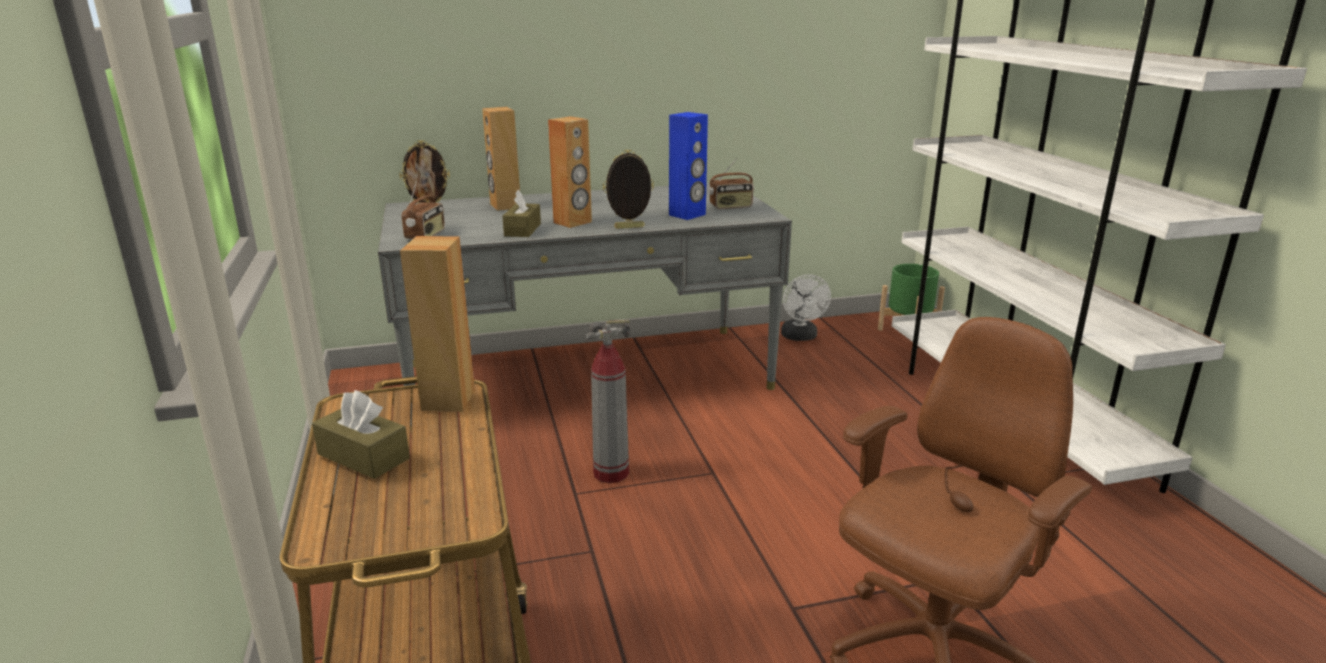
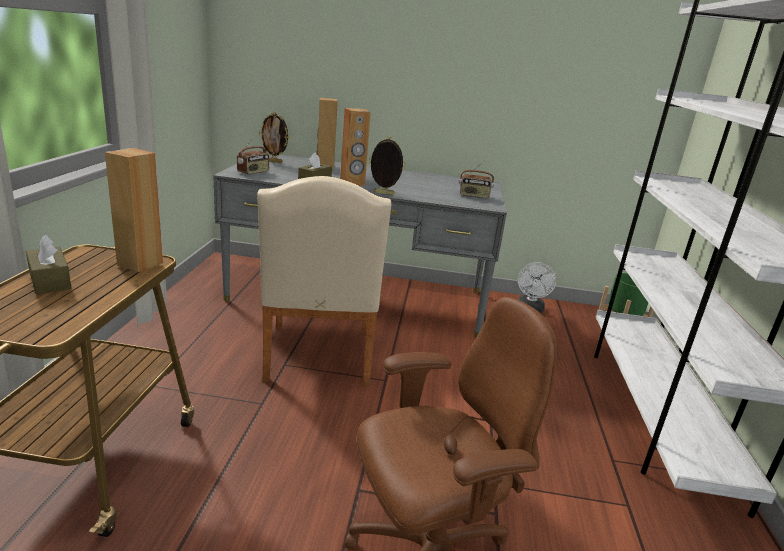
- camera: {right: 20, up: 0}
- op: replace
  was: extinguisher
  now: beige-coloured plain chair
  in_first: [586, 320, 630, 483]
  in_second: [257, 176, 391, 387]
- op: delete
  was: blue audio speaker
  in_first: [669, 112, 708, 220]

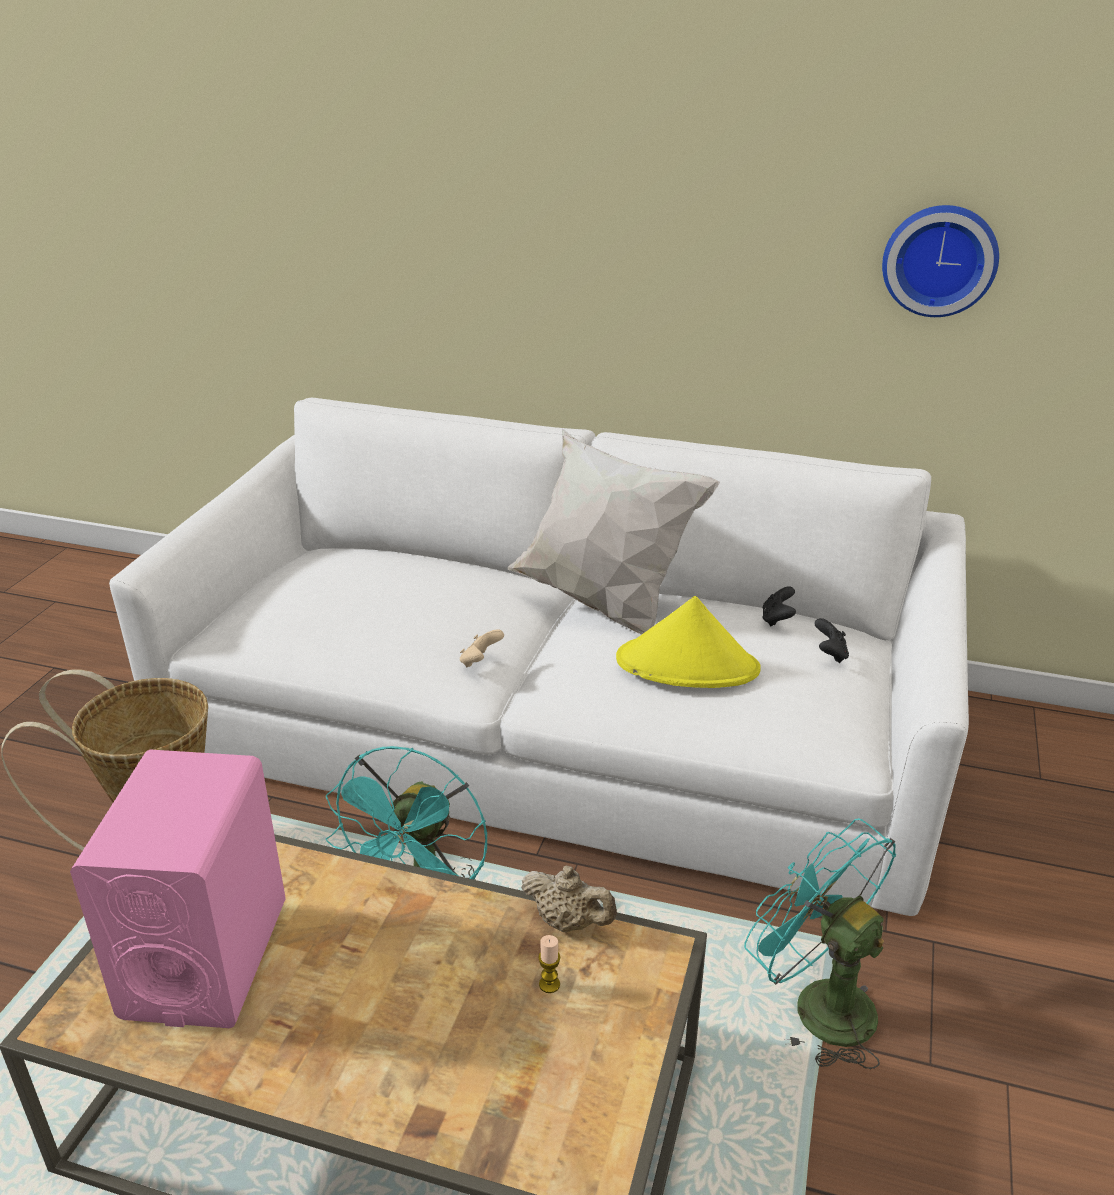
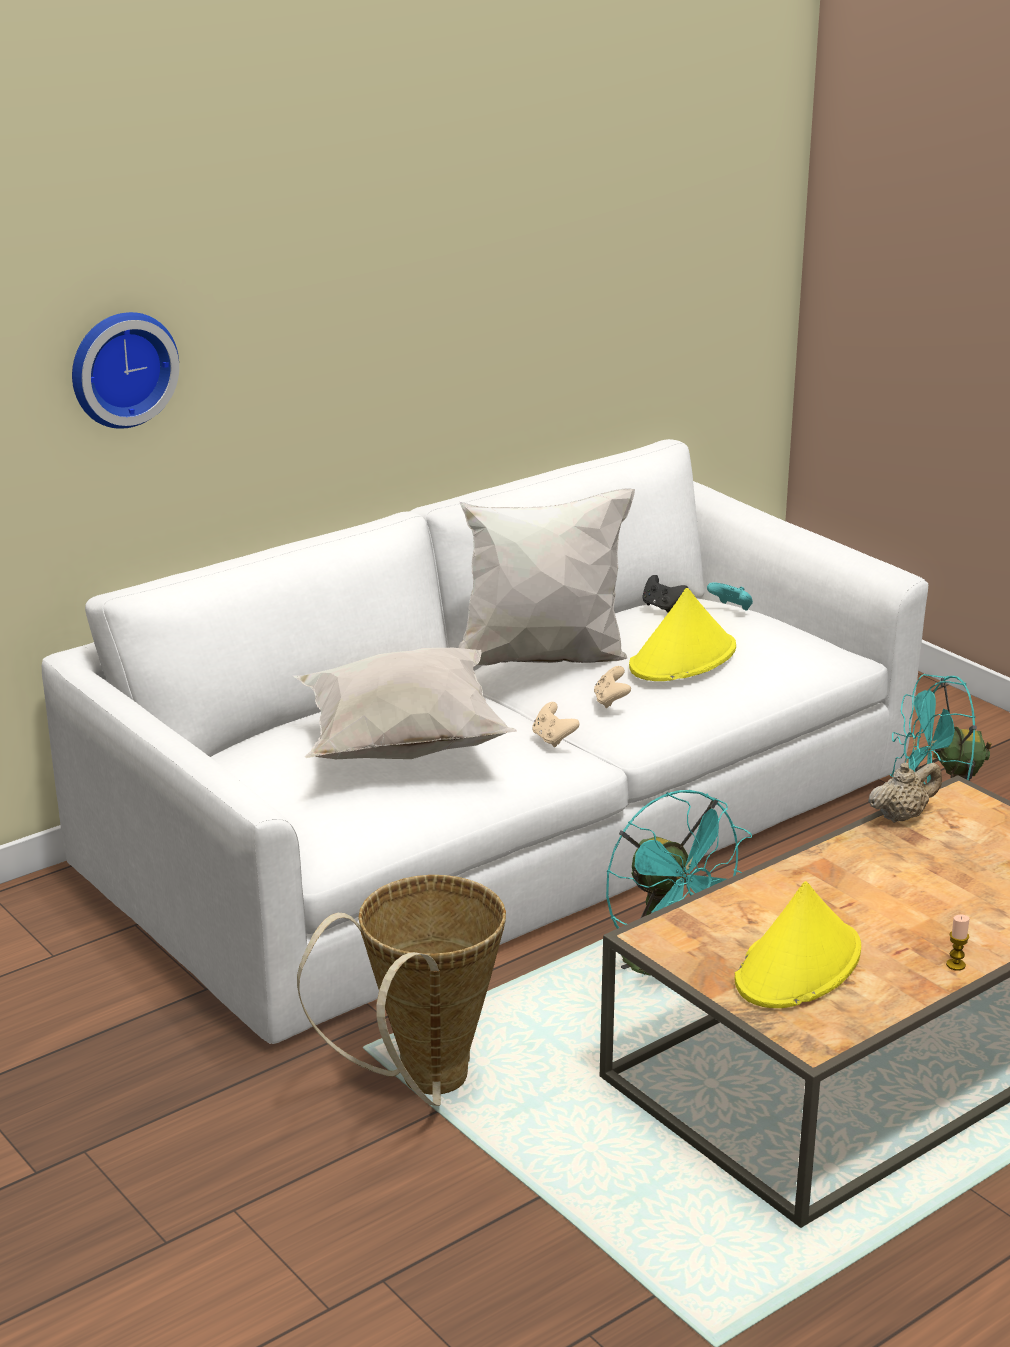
- camera: {right: -55, up: -5}
- op: move
  was: wall clock
  in_first: [882, 205, 999, 317]
  in_second: [72, 312, 179, 429]
- op: insert
  now: white pillow
  in_second: [293, 648, 517, 759]
- op: insert
  now: beige-coloured gamepad
  in_second: [594, 666, 631, 708]
- op: recolor
  was: blackish gamepad
  now: blue-green gamepad
  in_first: [815, 618, 849, 663]
  in_second: [707, 582, 753, 610]
- op: replace
  was: pink audio speaker
  now: yellow wearable hat
  in_first: [70, 750, 286, 1028]
  in_second: [735, 881, 861, 1008]
- op: move
  was: wax light
  in_first: [538, 935, 560, 993]
  in_second: [946, 915, 970, 970]

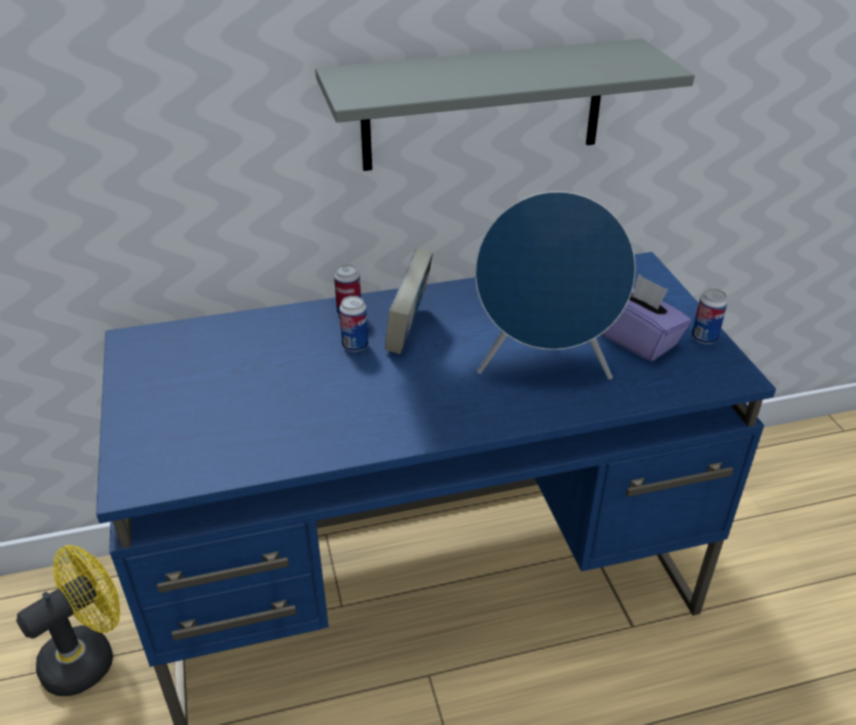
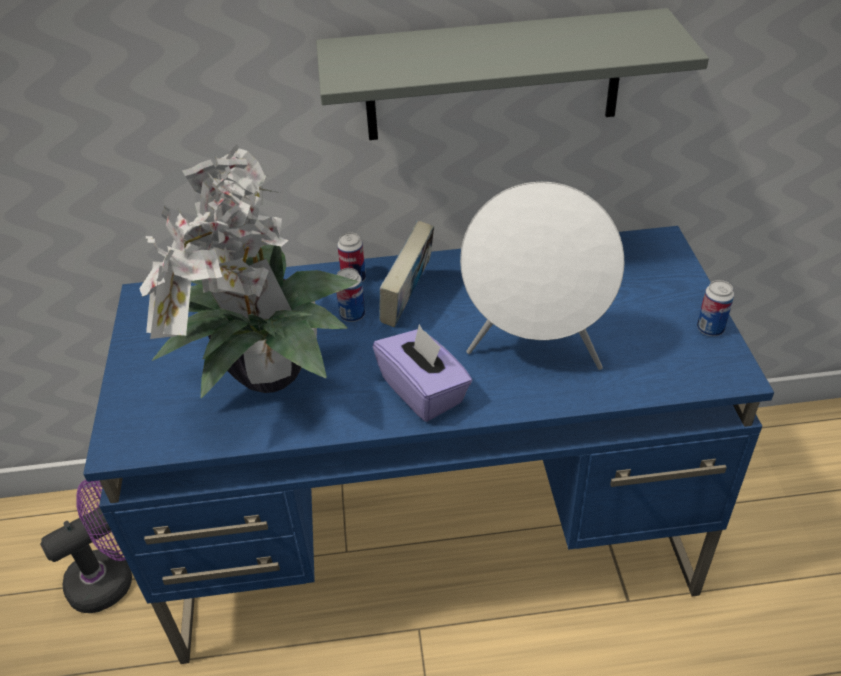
- camera: {right: 10, up: 5}
- op: recolor
  was: yellow fan
  now: purple fan
  in_first: [16, 545, 120, 696]
  in_second: [40, 479, 132, 613]
- op: insert
  now: plant in a pot
  in_second: [139, 144, 358, 398]
- op: move
  was: purple tissue box
  in_first: [601, 274, 691, 362]
  in_second: [373, 324, 472, 422]
- op: recolor
  was: blue audio speaker
  now: white audio speaker
  in_first: [475, 191, 636, 380]
  in_second: [460, 182, 624, 370]

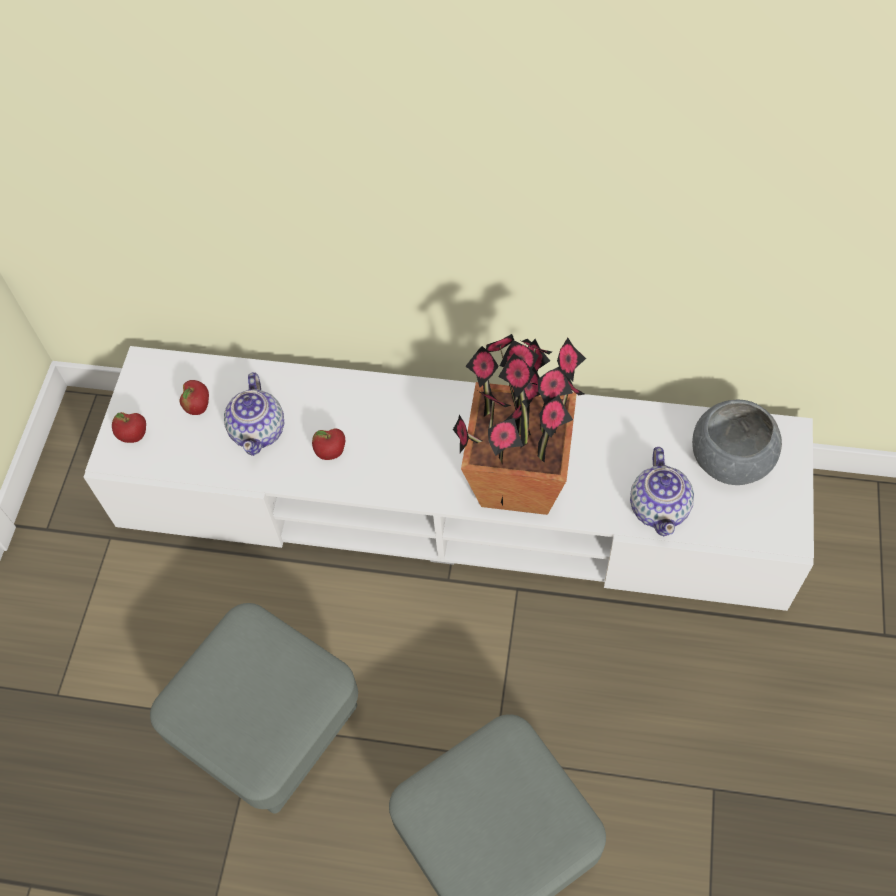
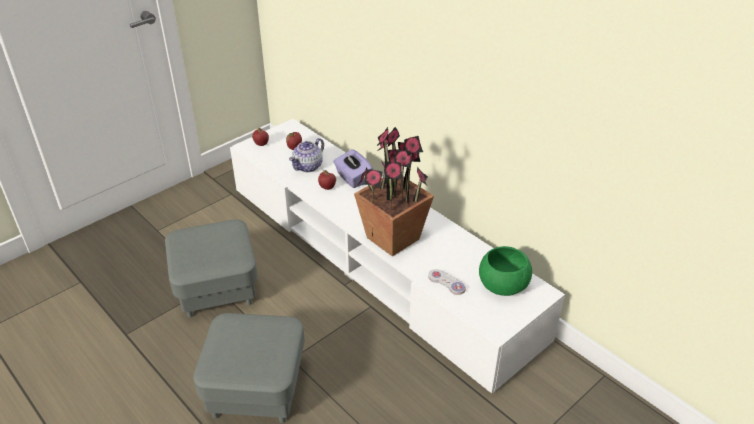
- camera: {right: 35, up: -20}
- op: insert
  now: purple tissue box
  in_second: [333, 149, 373, 188]
- op: replace
  was: teapot
  now: white gamepad
  in_first: [630, 447, 694, 536]
  in_second: [428, 269, 466, 295]
- op: recolor
  was: gray bowl
  now: green-coloured bowl
  in_first: [692, 399, 782, 485]
  in_second: [479, 246, 532, 296]

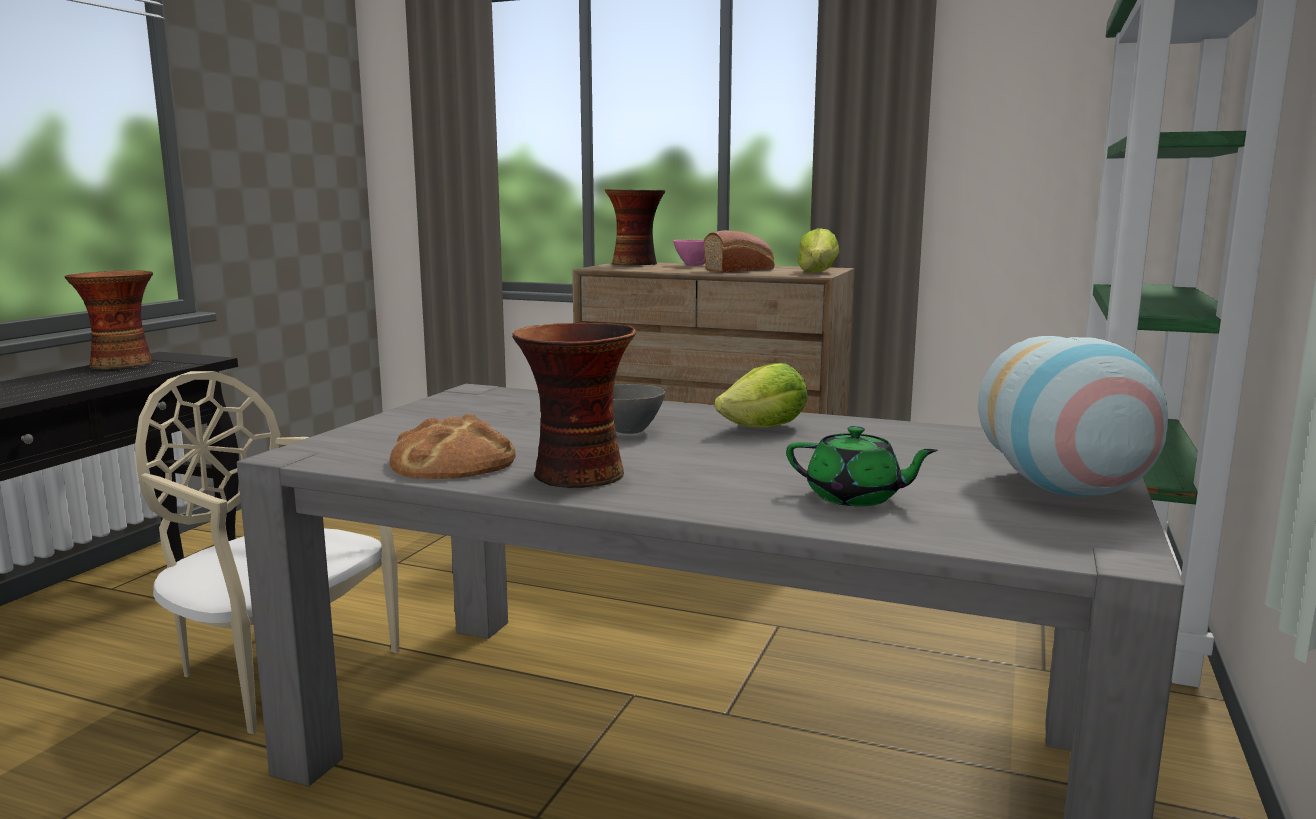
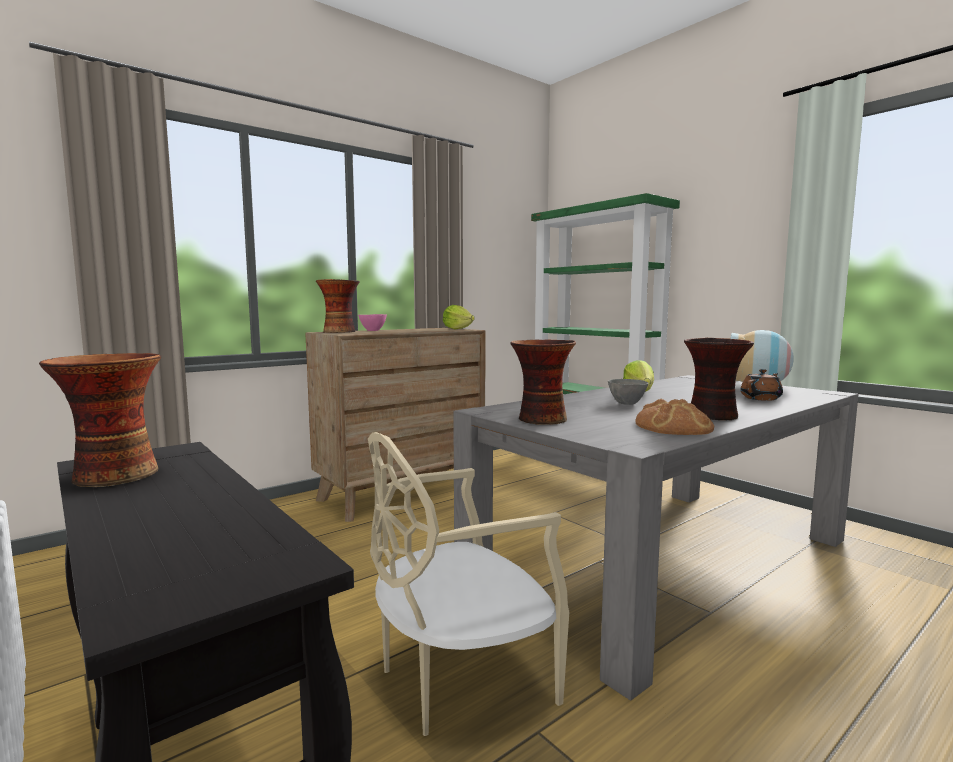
- camera: {right: -60, up: -5}
- op: insert
  now: flower vase
  in_second: [510, 340, 576, 425]
- op: recolor
  was: green-coloured teapot
  now: brown teapot
  in_first: [786, 426, 938, 506]
  in_second: [740, 369, 783, 401]
- op: delete
  was: baked bread
  in_first: [704, 230, 775, 272]

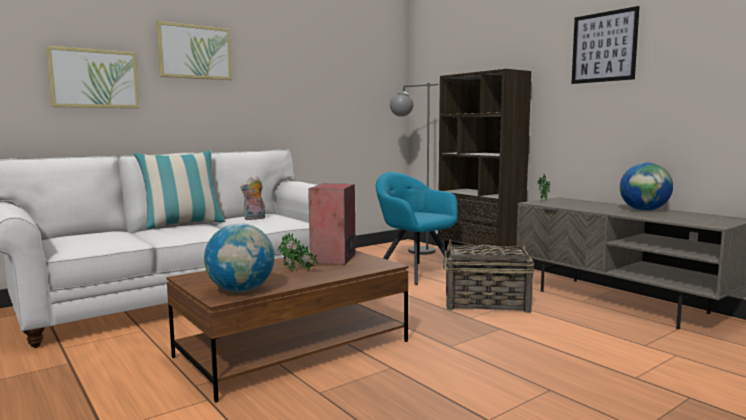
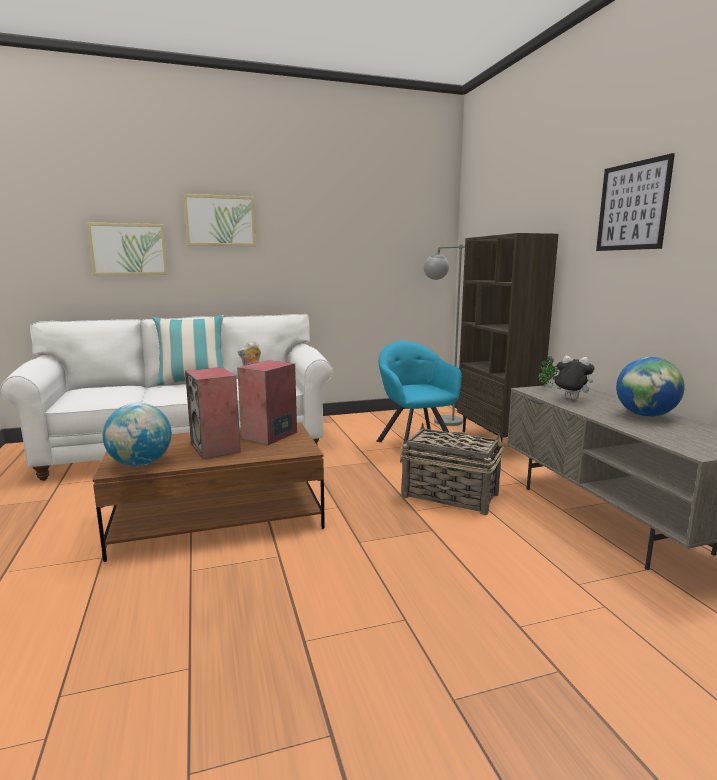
- camera: {right: 20, up: 5}
- op: replace
  was: plant in a pot
  now: audio speaker
  in_first: [278, 232, 318, 271]
  in_second: [185, 367, 241, 459]
- op: insert
  now: cuddly toy
  in_second: [550, 356, 594, 400]

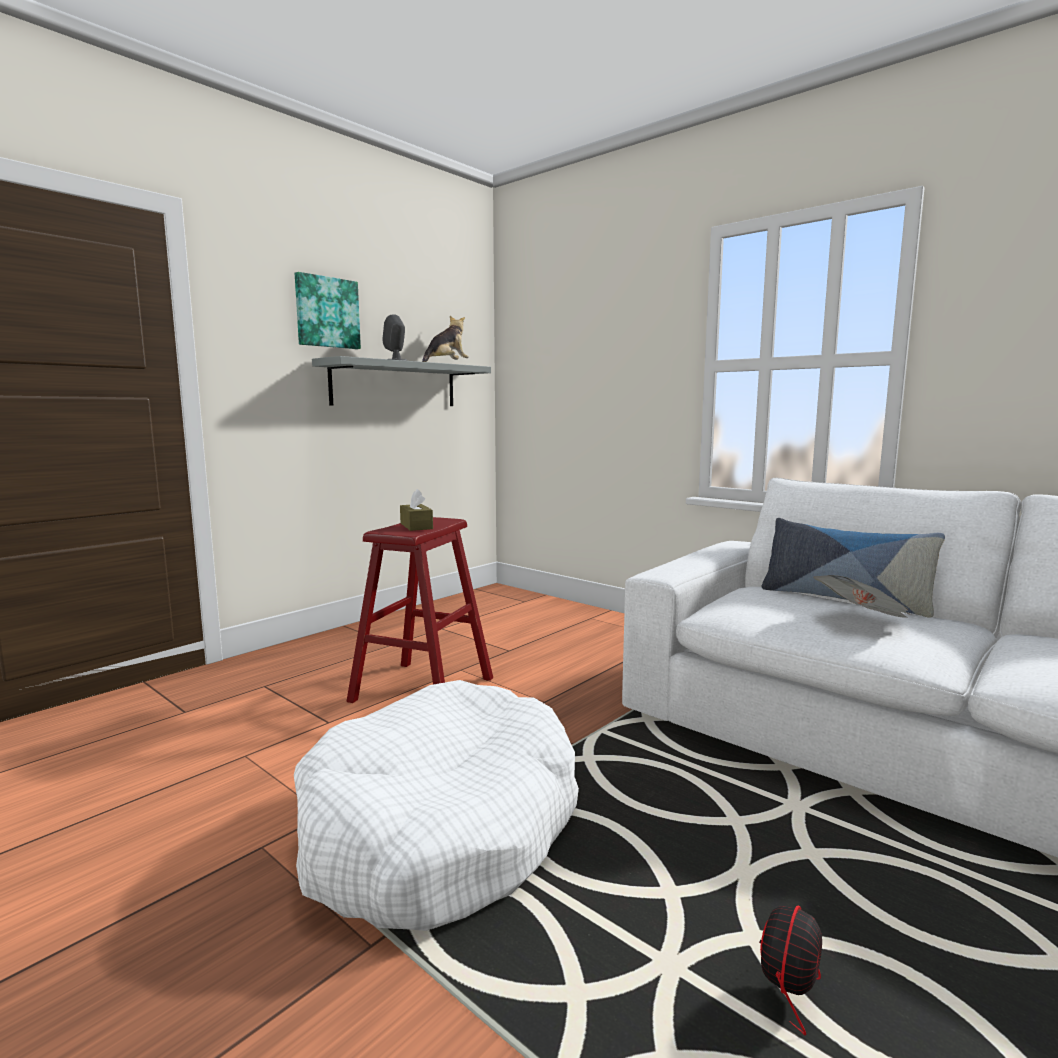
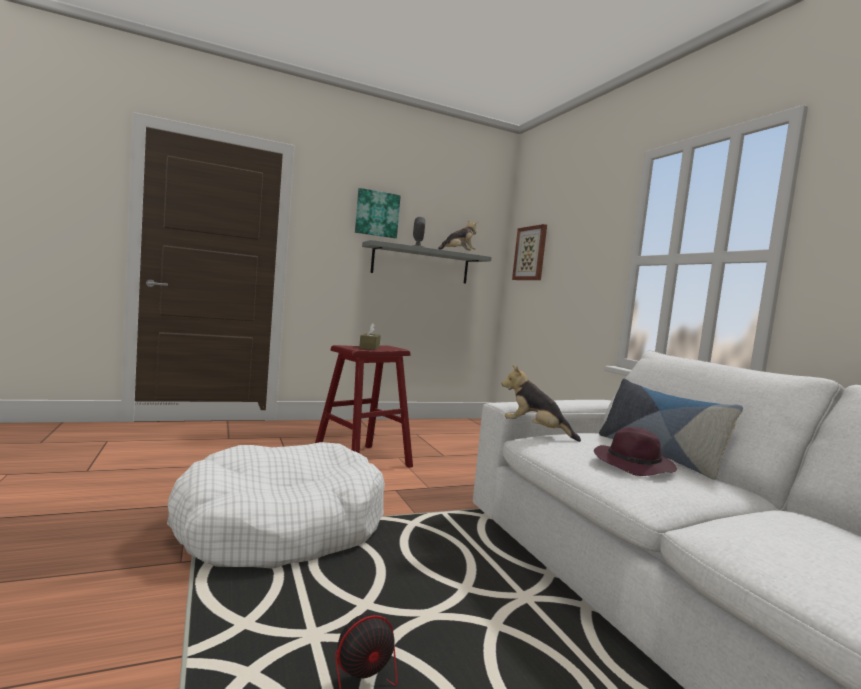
- camera: {right: 25, up: -5}
- op: insert
  now: cuddly toy
  in_second: [501, 365, 581, 442]
- op: insert
  now: wall picture
  in_second: [512, 224, 547, 280]
- op: replace
  was: newspaper
  now: purple wearable hat
  in_first: [813, 575, 911, 618]
  in_second: [594, 427, 677, 476]

